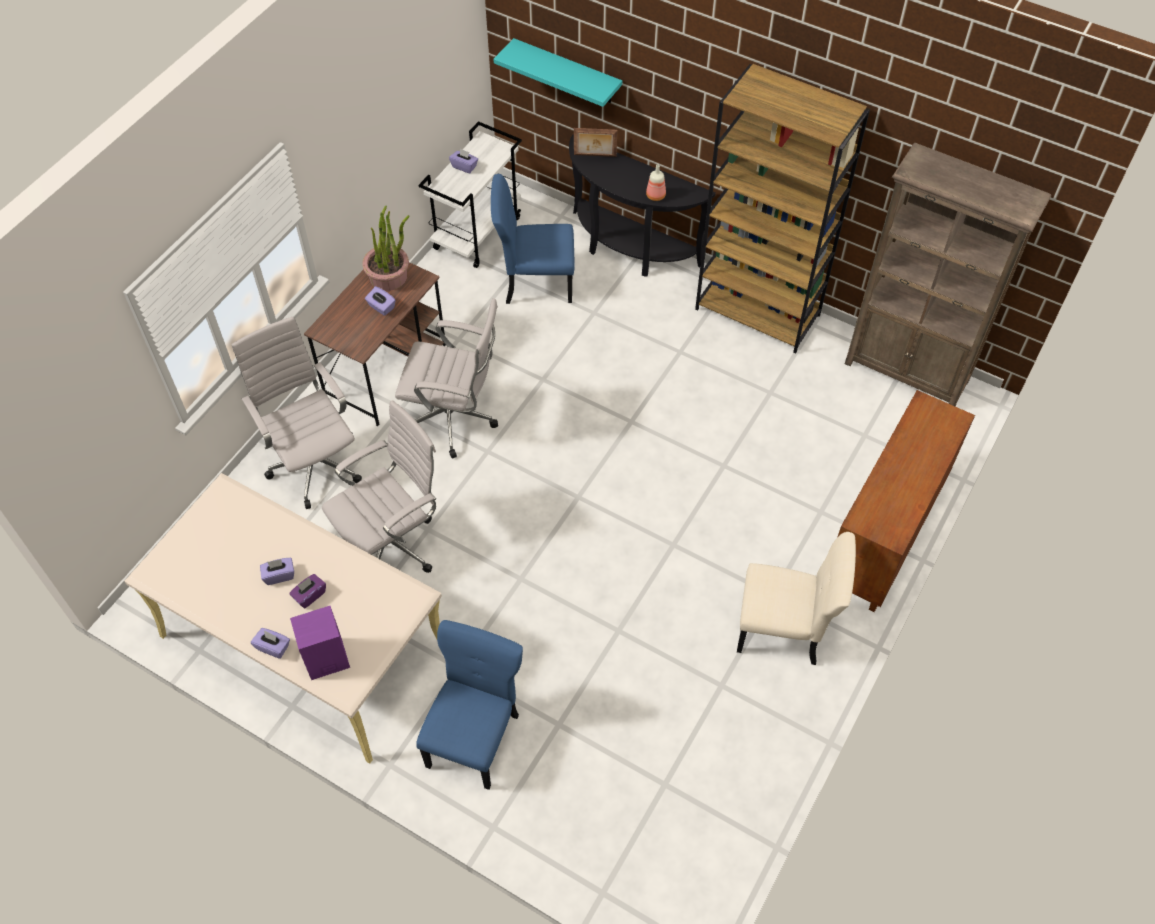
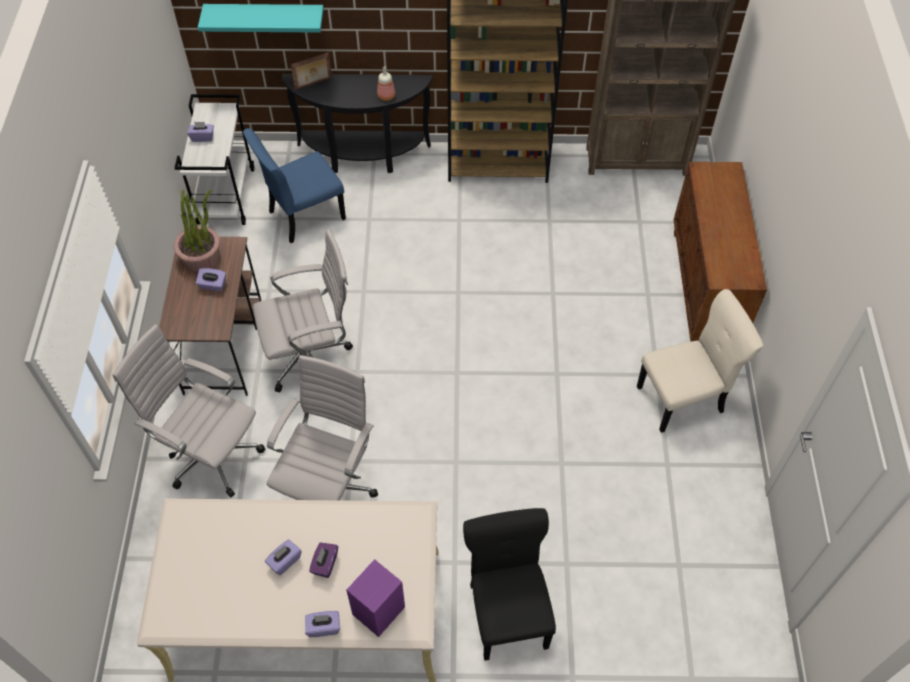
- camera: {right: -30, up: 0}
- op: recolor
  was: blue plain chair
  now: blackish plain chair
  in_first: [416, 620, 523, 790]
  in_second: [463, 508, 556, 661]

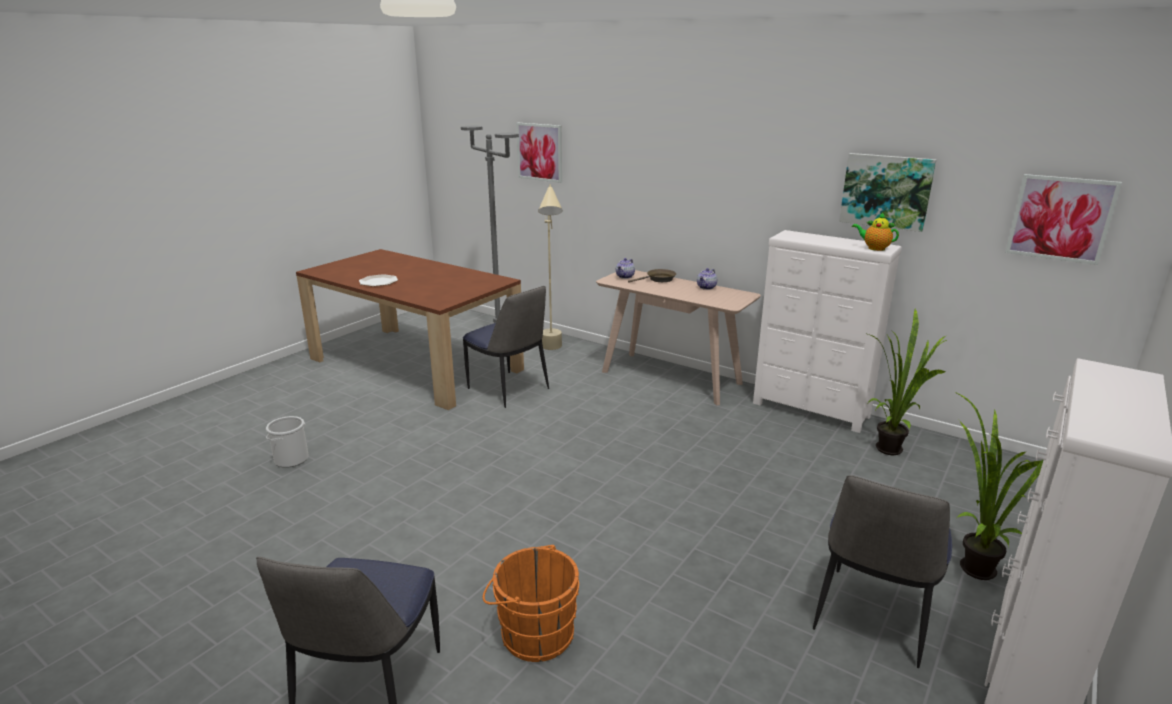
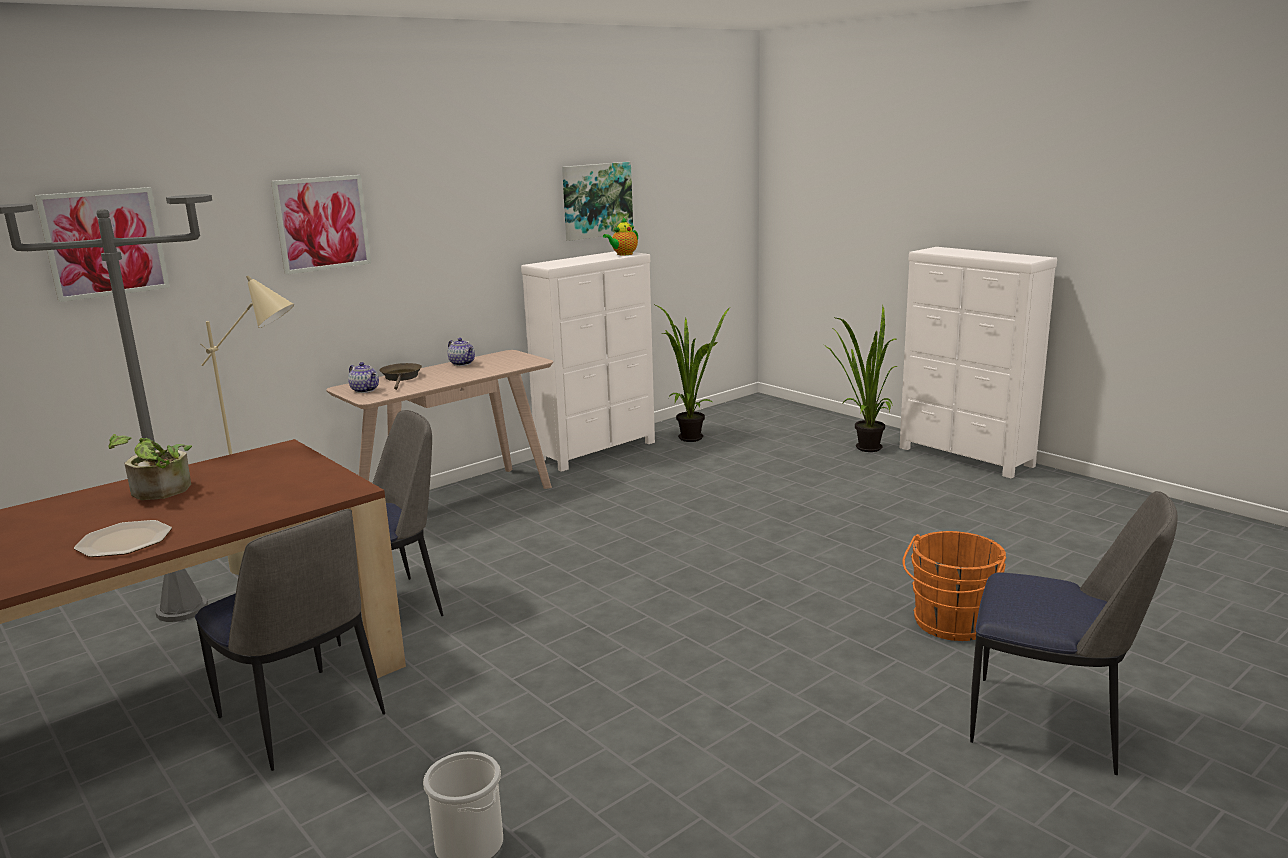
- camera: {right: -75, up: -5}
- op: insert
  now: plant in a pot
  in_second: [109, 434, 192, 500]
- op: move
  was: plain chair
  in_first: [813, 475, 952, 668]
  in_second: [195, 509, 385, 771]
- op: move
  was: wall picture
  in_first: [1005, 174, 1122, 265]
  in_second: [271, 175, 371, 275]

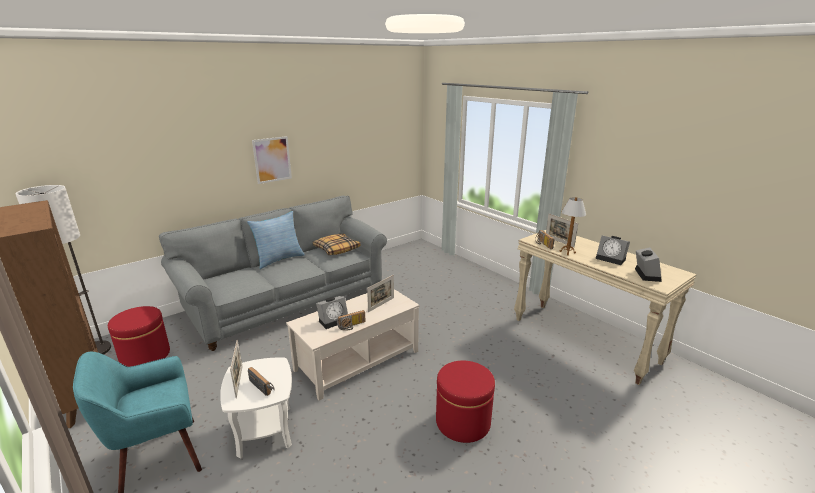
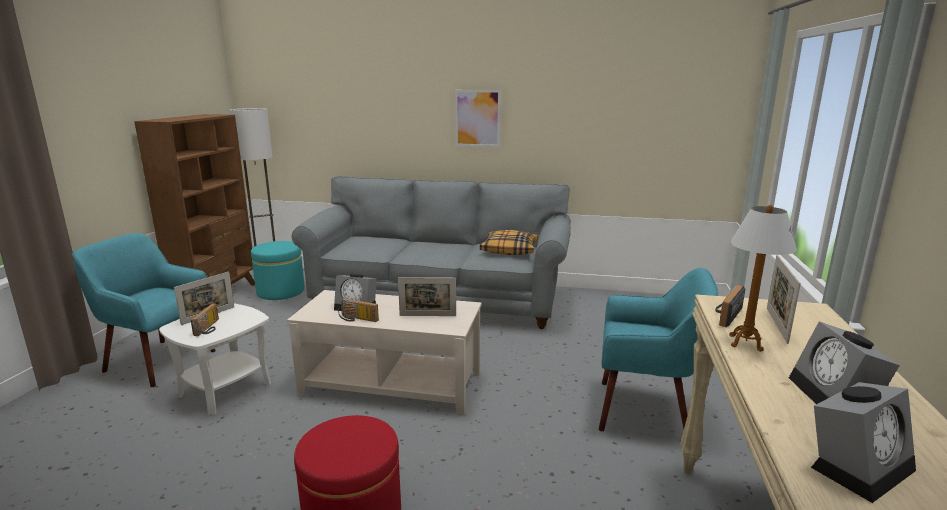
- camera: {right: 50, up: -5}
- op: recolor
  was: red-coloured pouffe
  now: blue-green pouffe
  in_first: [108, 306, 170, 367]
  in_second: [251, 241, 305, 300]
- op: insert
  now: blue-green easy chair
  in_second: [599, 268, 718, 431]
- op: delete
  was: pillow
  in_first: [247, 211, 305, 269]

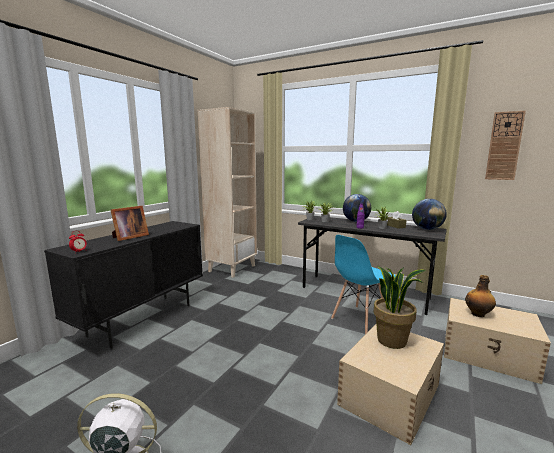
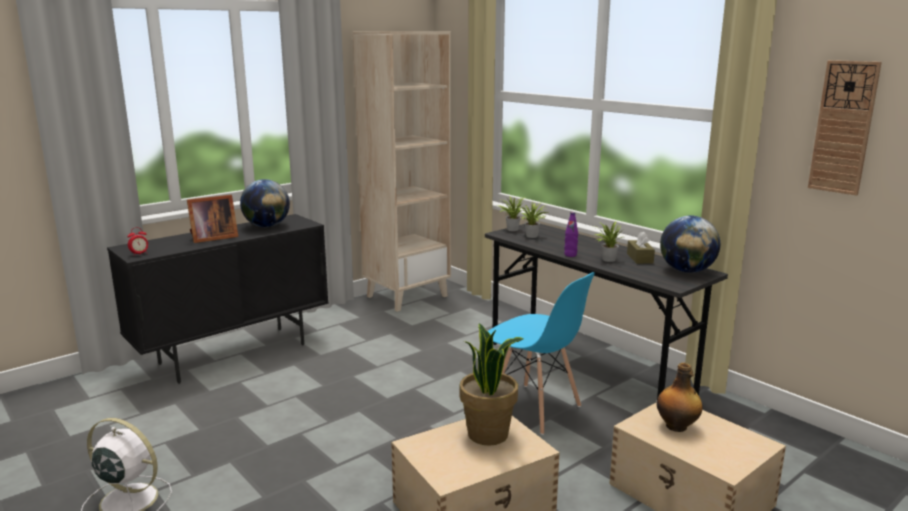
- camera: {right: 20, up: 5}
- op: move
  was: desk globe
  in_first: [343, 194, 371, 222]
  in_second: [240, 179, 290, 227]
- op: rotate
  was: blue plain chair
  in_first: [331, 235, 396, 334]
  in_second: [488, 272, 595, 435]
  clockwise: -120

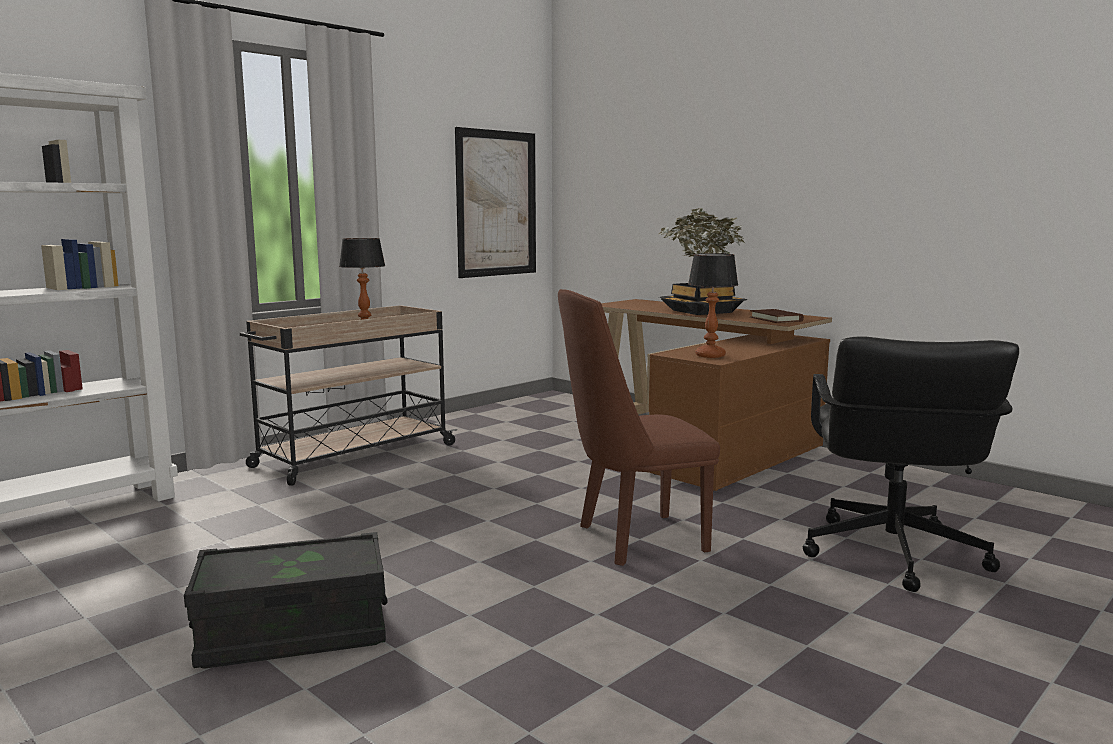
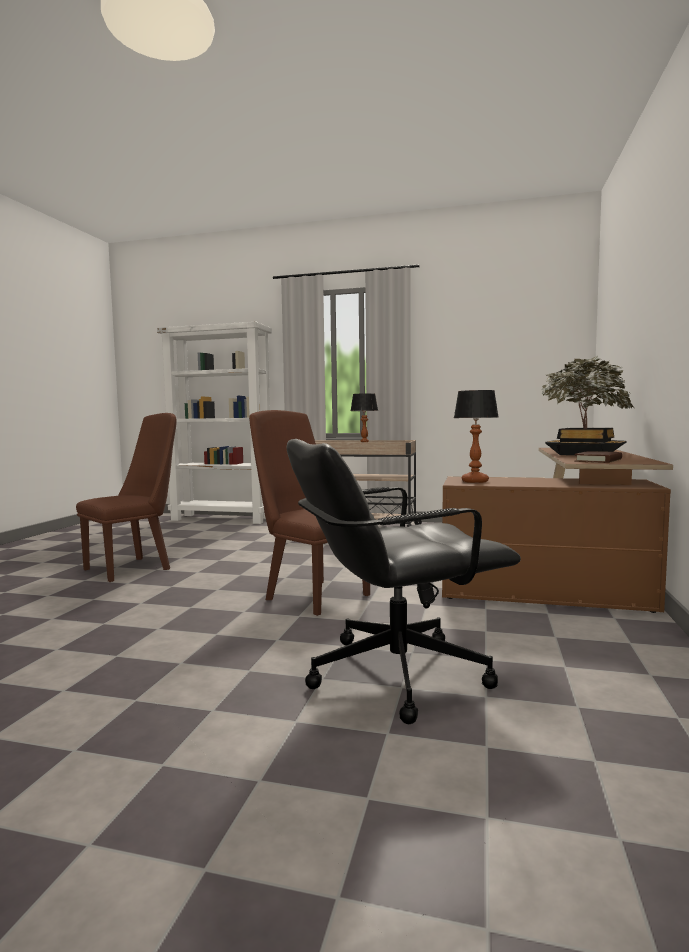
- camera: {right: 60, up: -5}
- op: replace
  was: blackish storage box
  now: brown plain chair
  in_first: [184, 532, 387, 669]
  in_second: [76, 413, 177, 582]
- op: delete
  was: wall picture
  in_first: [455, 127, 536, 278]

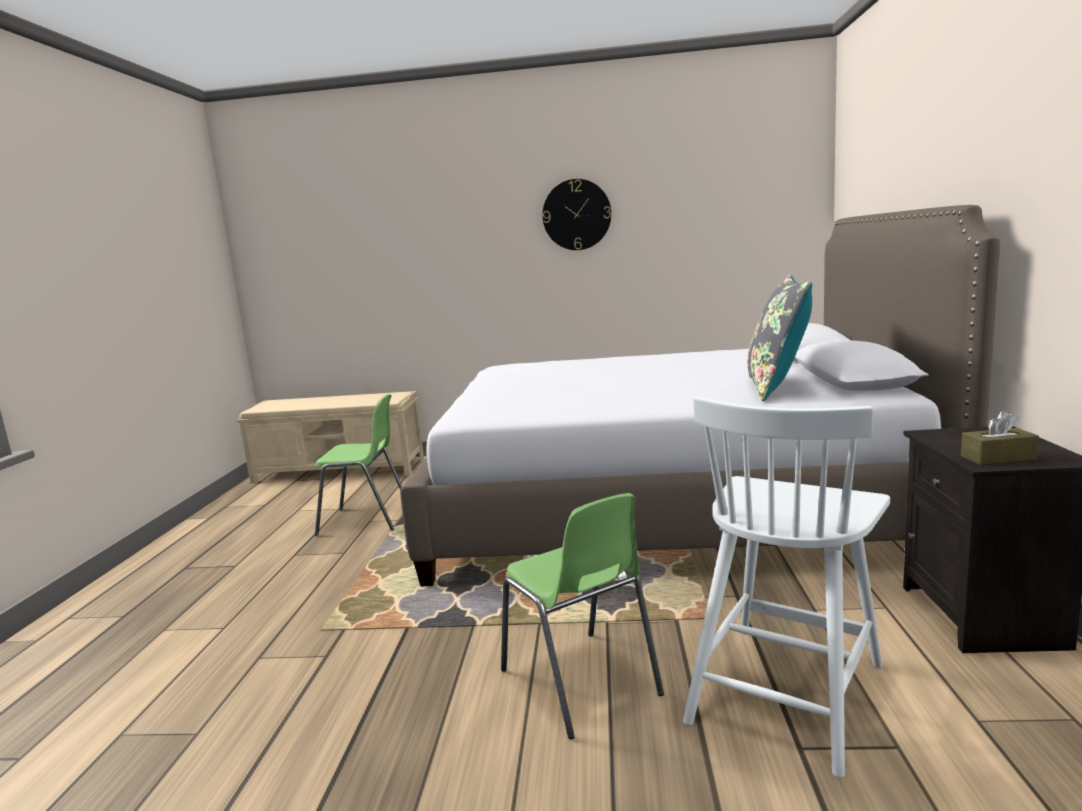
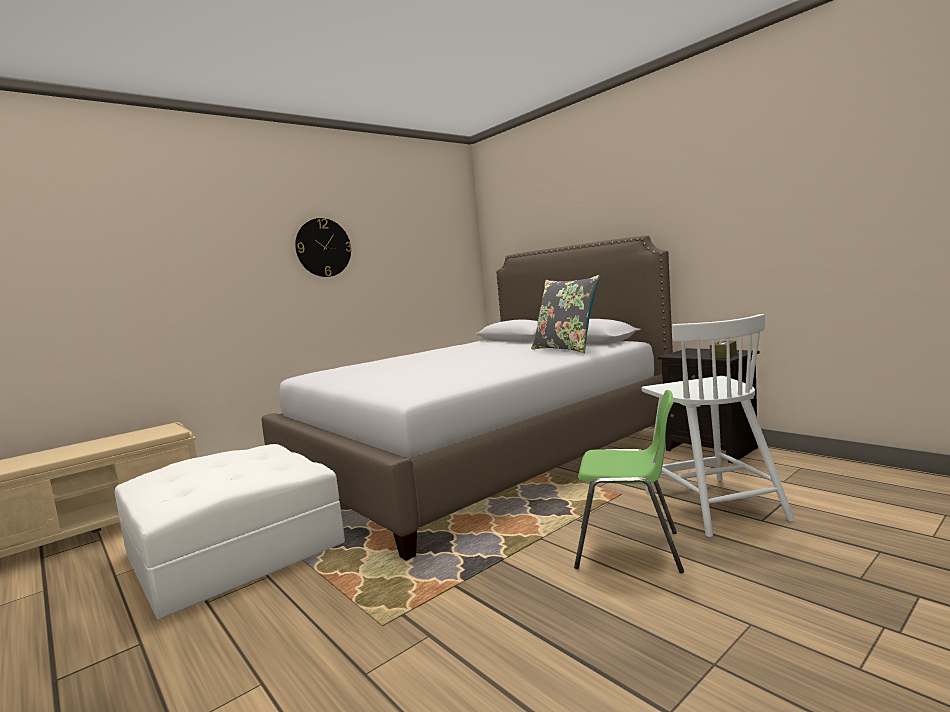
- camera: {right: -45, up: -5}
- op: replace
  was: green-coloured plain chair
  now: white pouffe
  in_first: [315, 394, 402, 536]
  in_second: [114, 444, 345, 619]

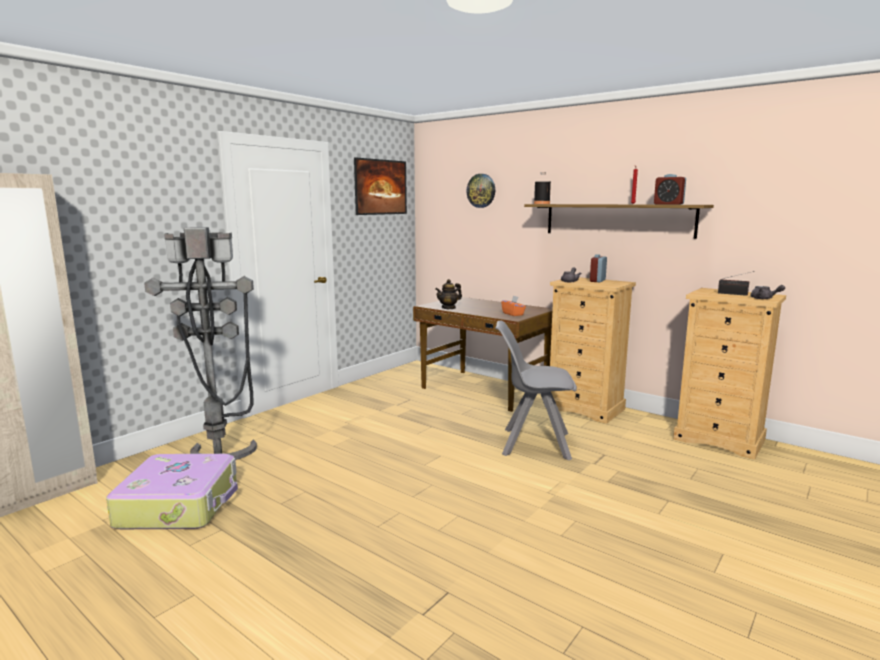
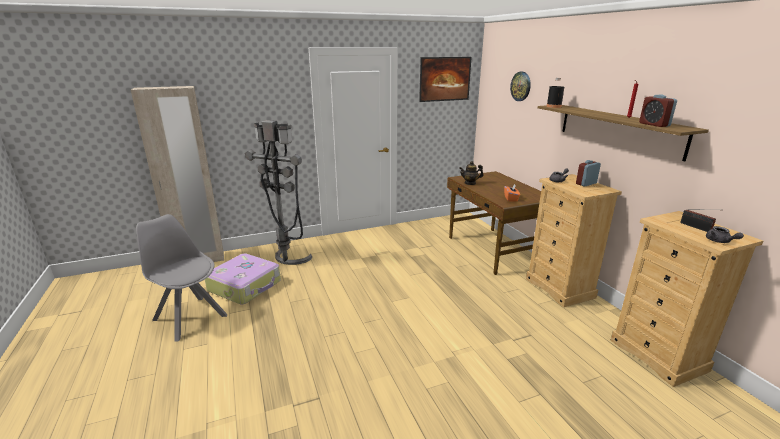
- camera: {right: 30, up: 10}
- op: move
  was: gray plain chair
  in_first: [495, 320, 577, 460]
  in_second: [136, 214, 227, 341]

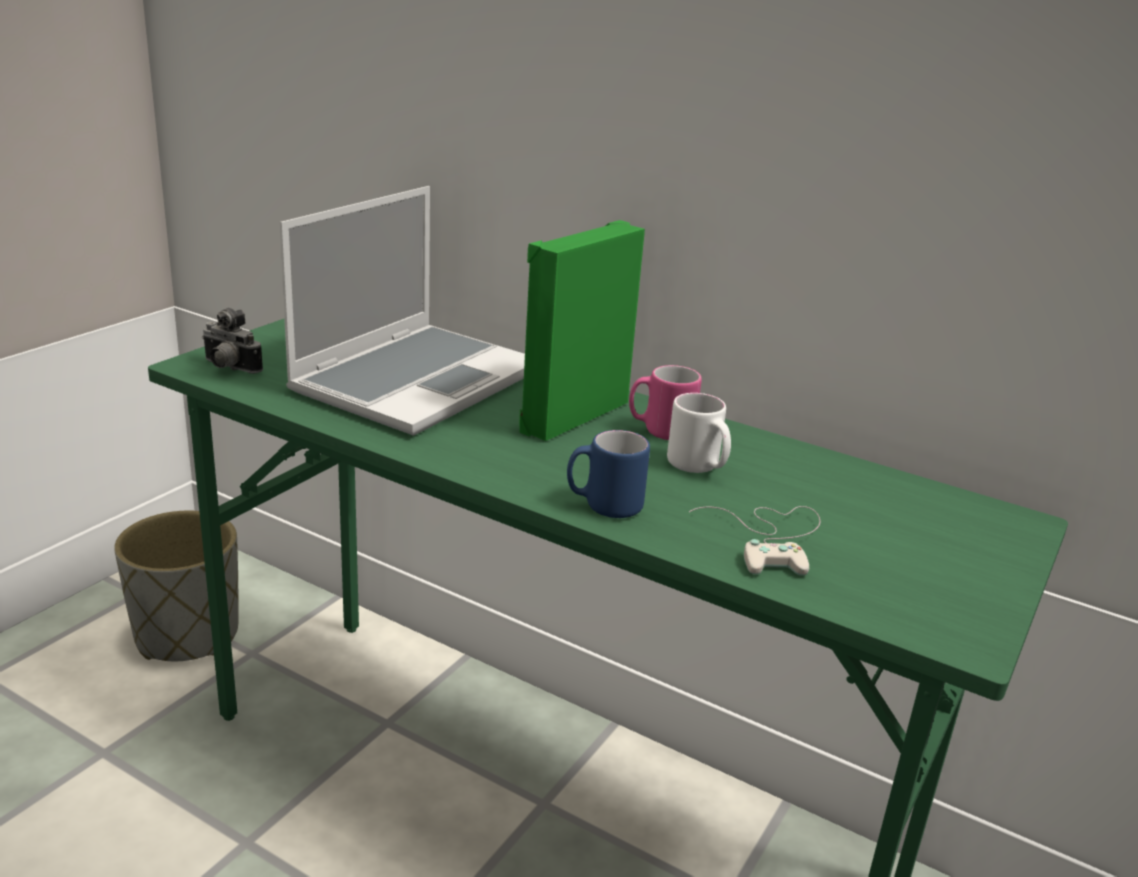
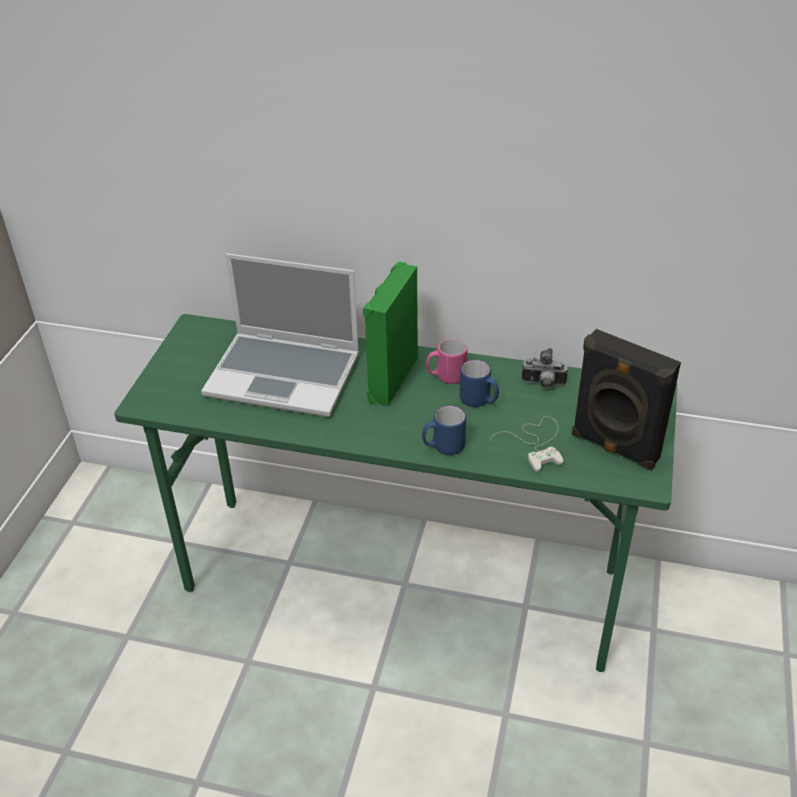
- camera: {right: -15, up: 15}
- op: rotate
  was: portable computer
  in_first: [279, 186, 525, 436]
  in_second: [201, 253, 359, 417]
  clockwise: 90
- op: recolor
  was: white mug
  now: blue mug
  in_first: [667, 393, 731, 473]
  in_second: [460, 360, 499, 407]
- op: move
  was: photo camera
  in_first: [202, 308, 263, 374]
  in_second: [522, 348, 568, 389]
- op: insert
  now: blackish audio speaker
  in_second: [572, 329, 681, 471]
- op: delete
  was: gray plant pot
  in_first: [114, 511, 239, 661]

